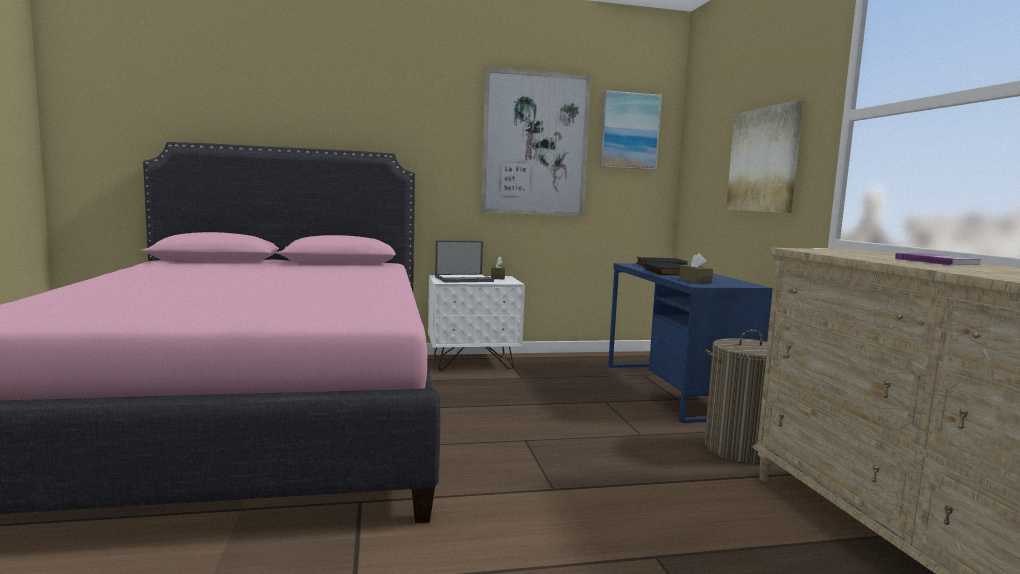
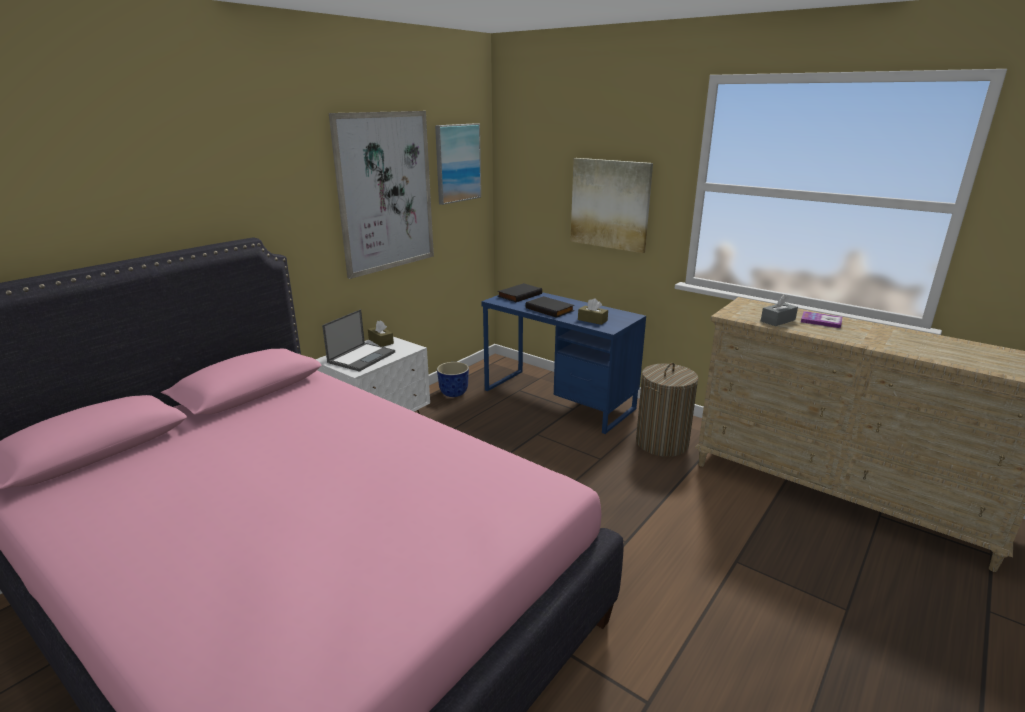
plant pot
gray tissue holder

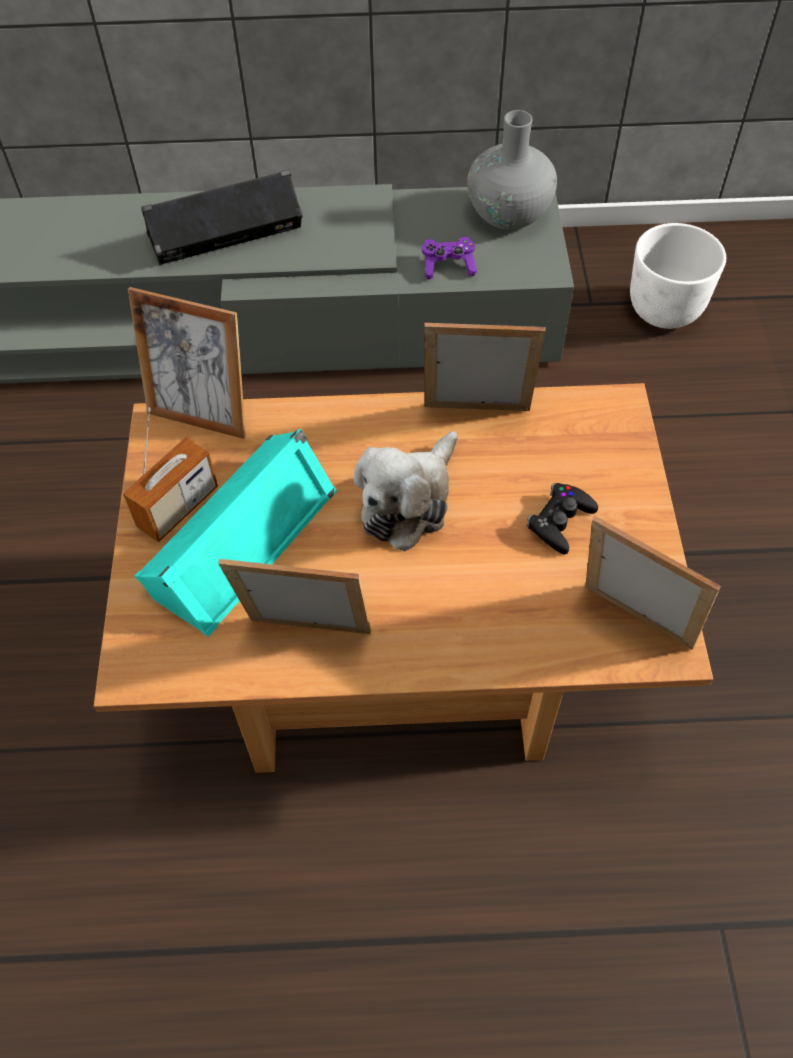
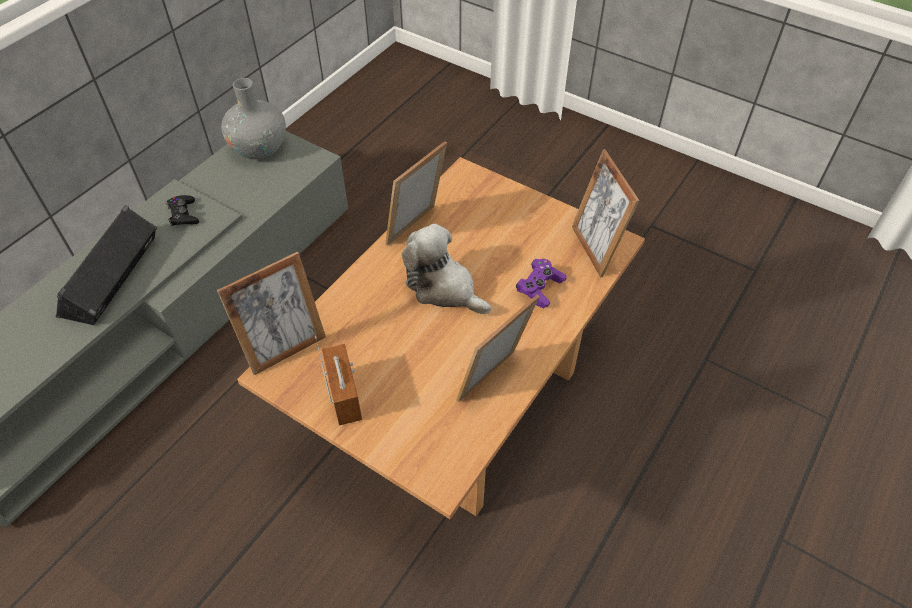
turquoise loudspeaker
whitish plant pot
purple-coloured gamepad
black-coloured gamepad
soft toy
standing frame (4th from left)

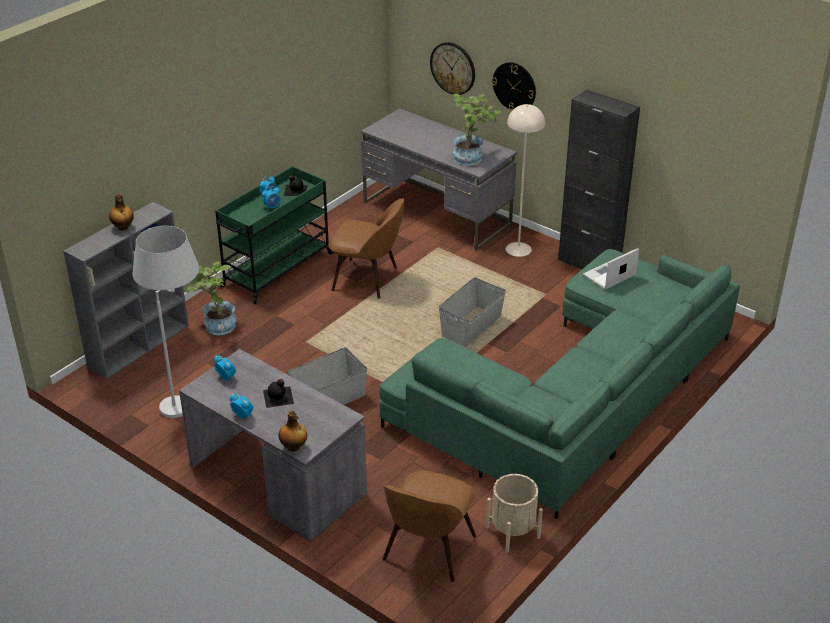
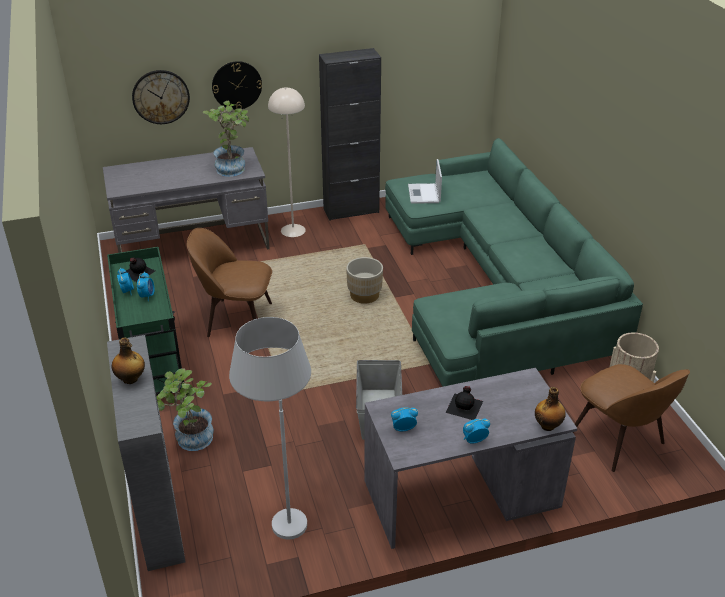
beige plant pot (1st from left)
brownish plain chair (1st from left)

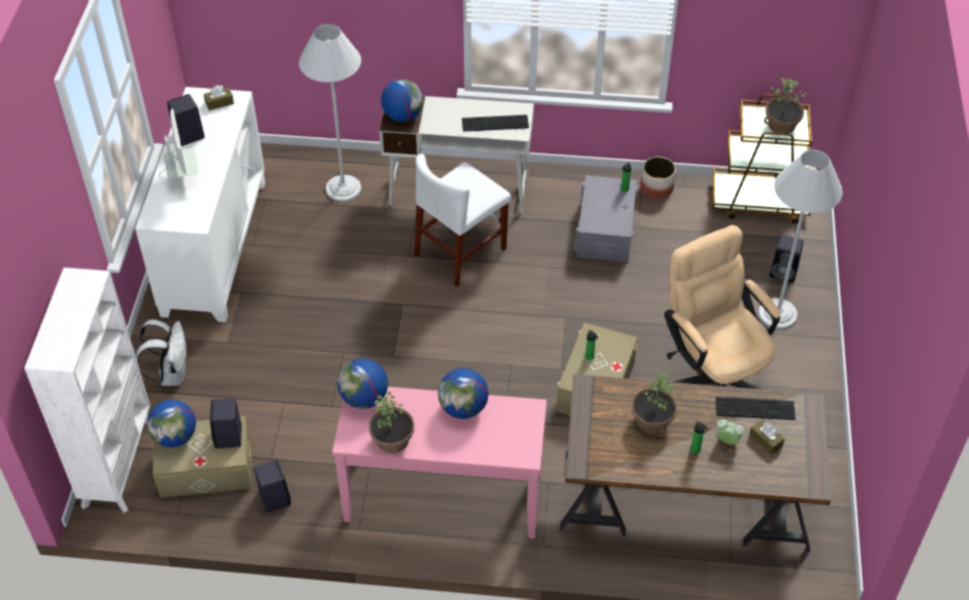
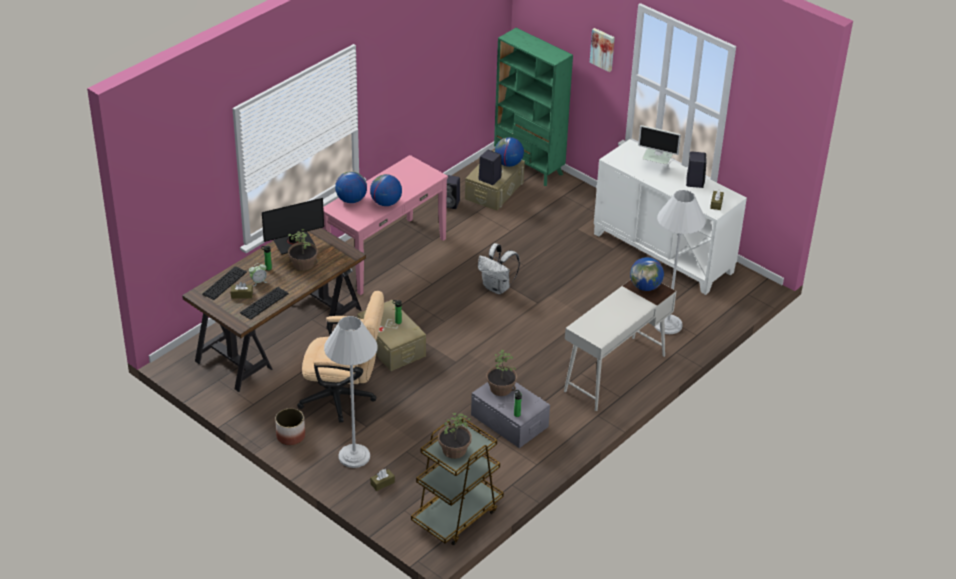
whitish plain chair
computer display (1st from left)
wall art
whitish rucksack
world globe (1st from left)
potted plant (3rd from left)
keyboard (1st from left)
plant pot
brownish tissue holder (2nd from left)
greenish bookshelf

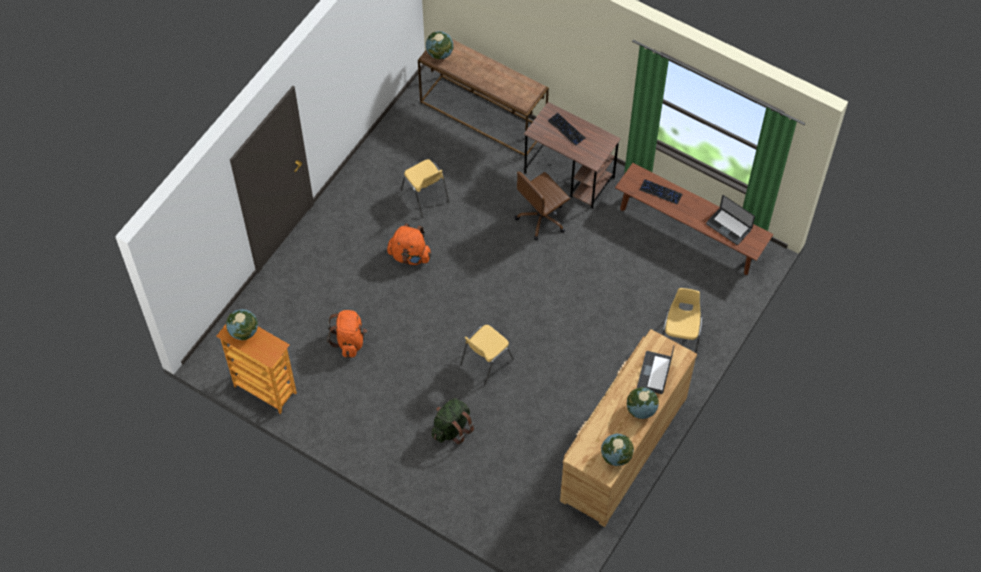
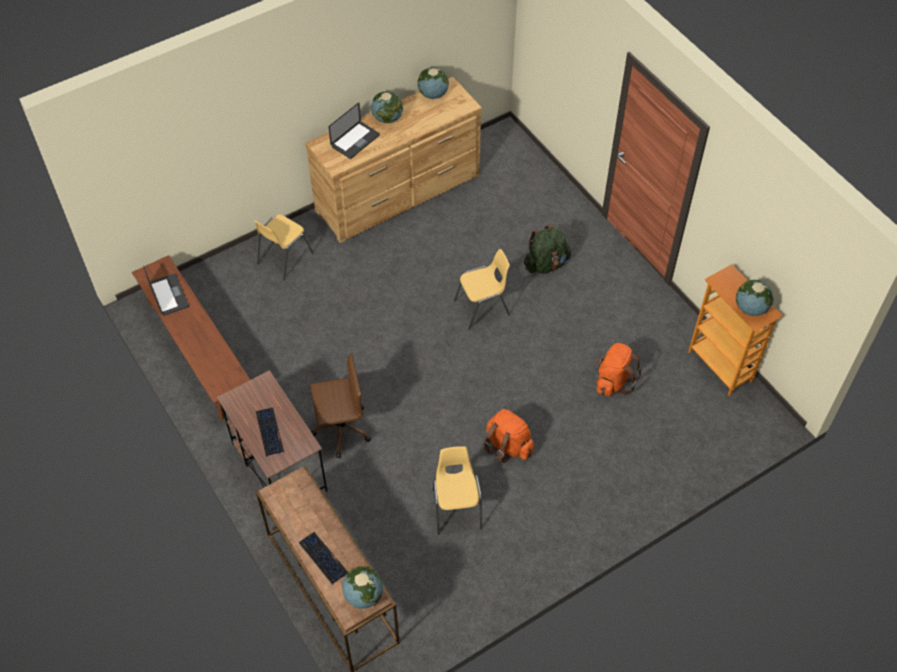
keyboard (2nd from left)

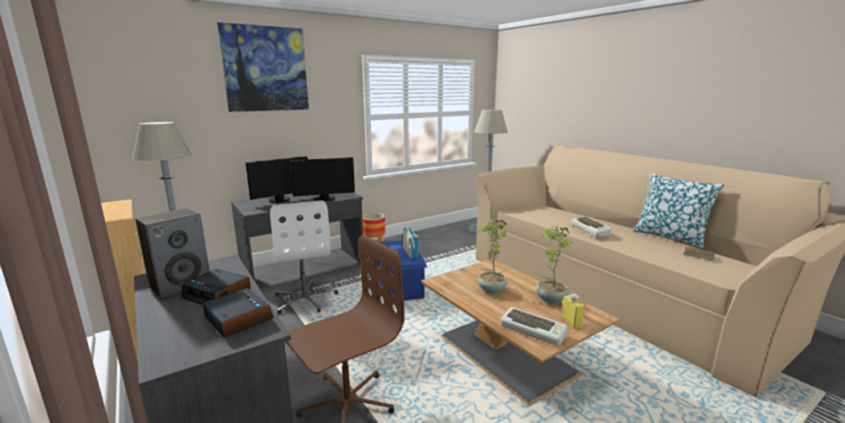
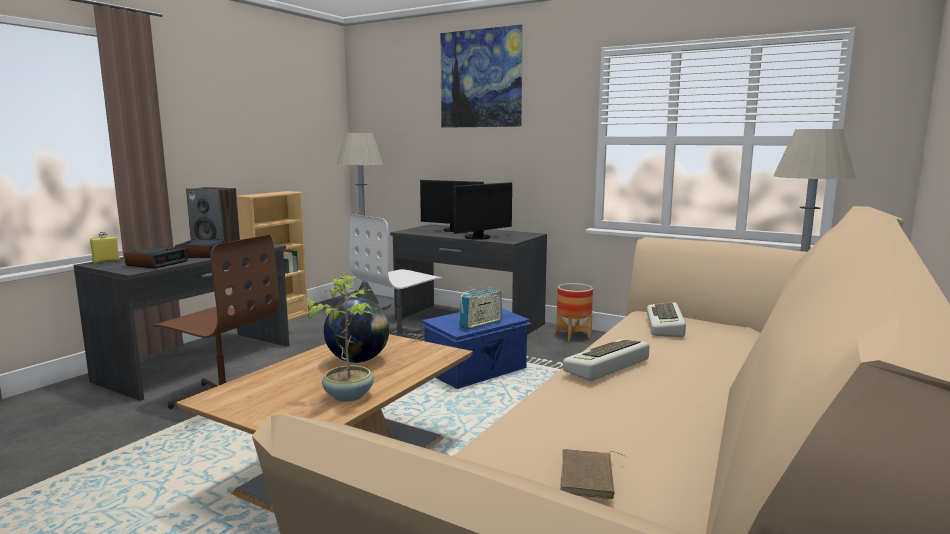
throw pillow
keyboard (2nd from left)
yellow-coloured beverage bottle
world globe
computer display (2nd from left)

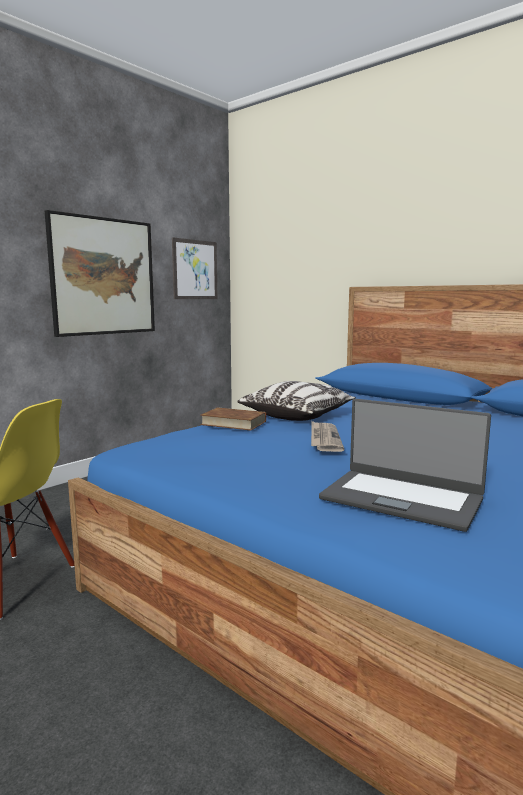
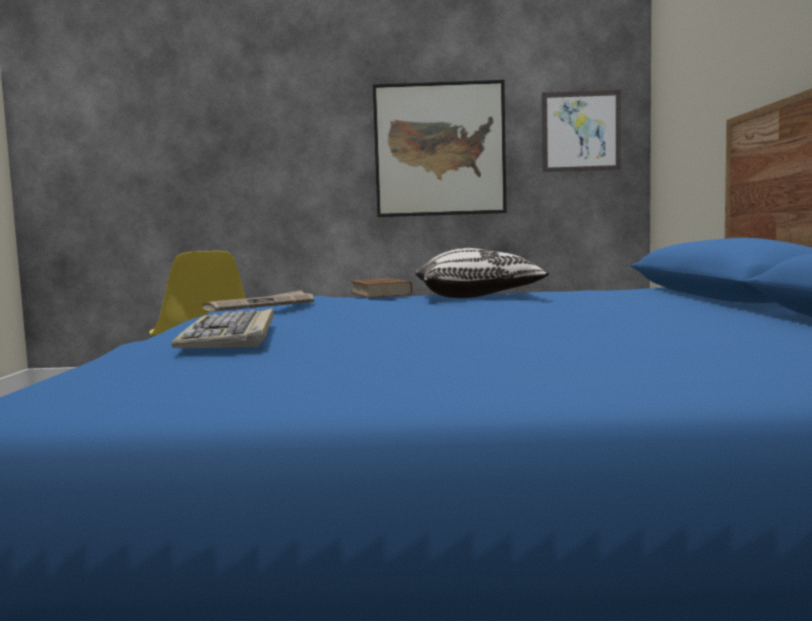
daily paper
keyboard

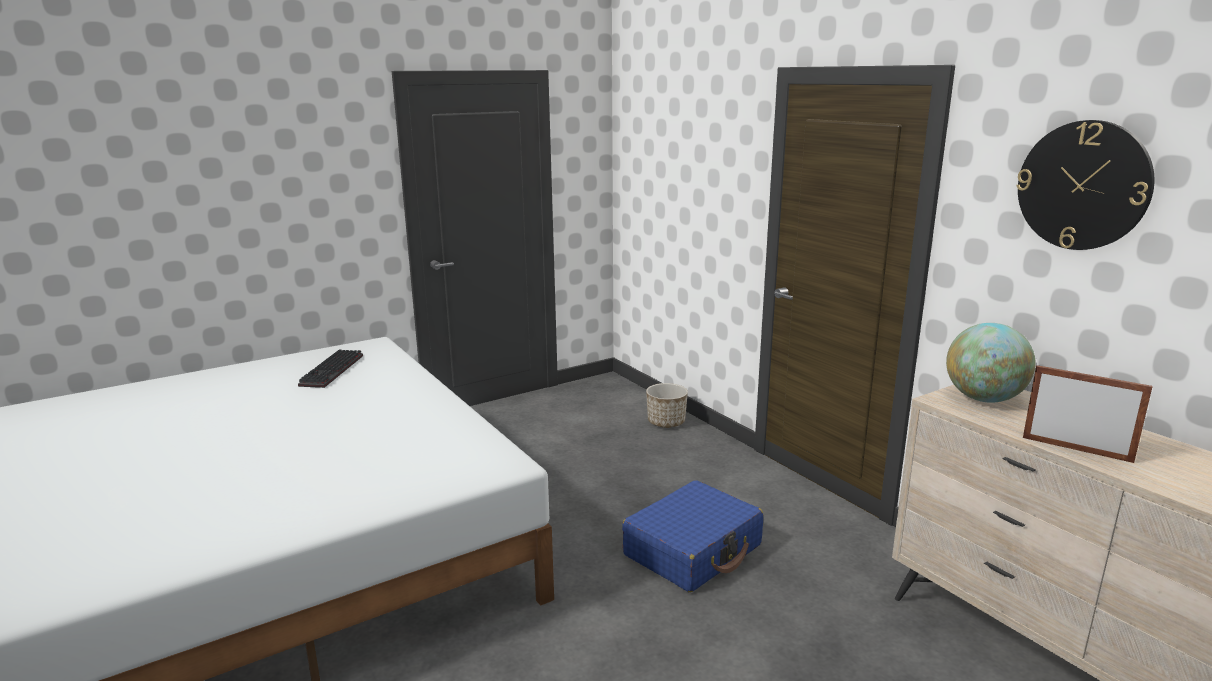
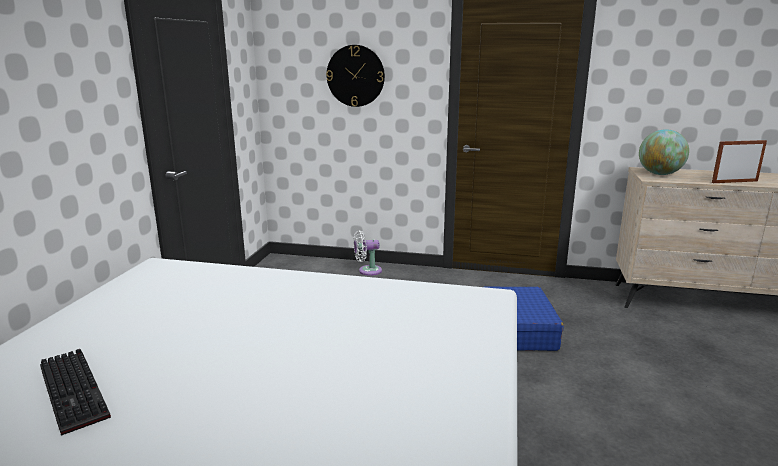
keyboard
clock on the wall
whitish fan

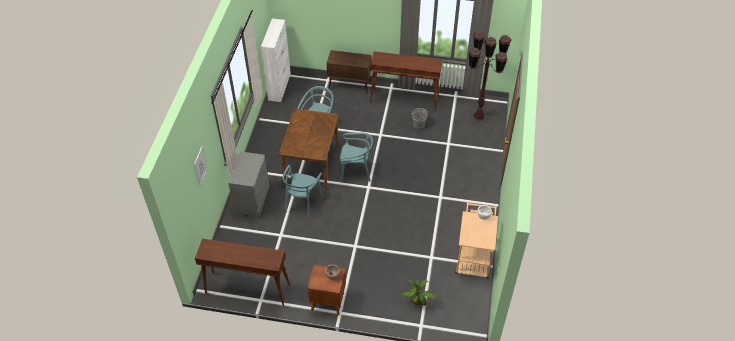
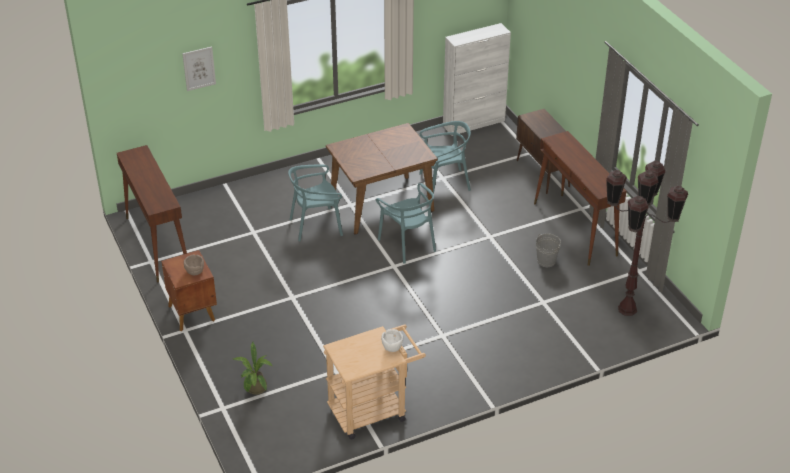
gray drawer chest

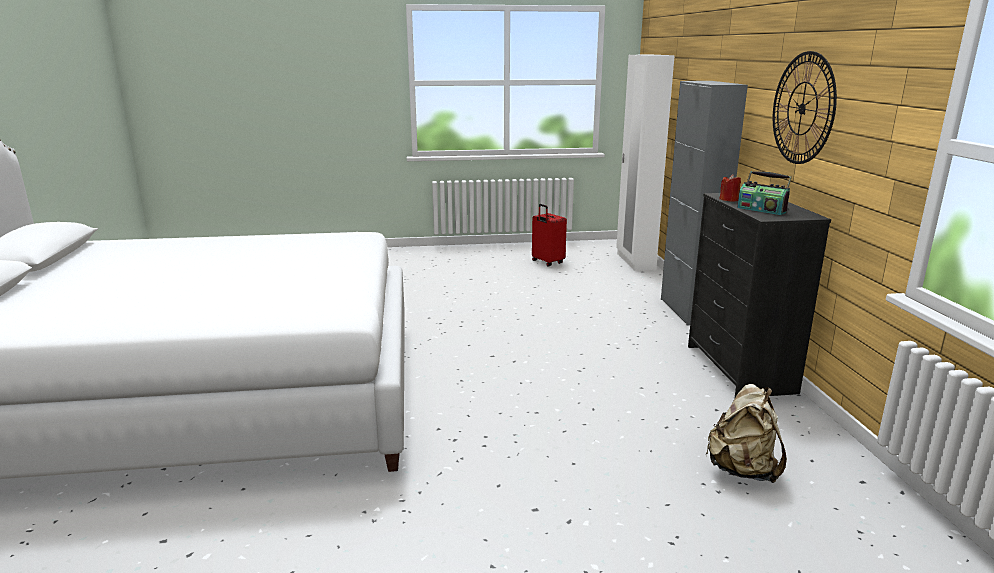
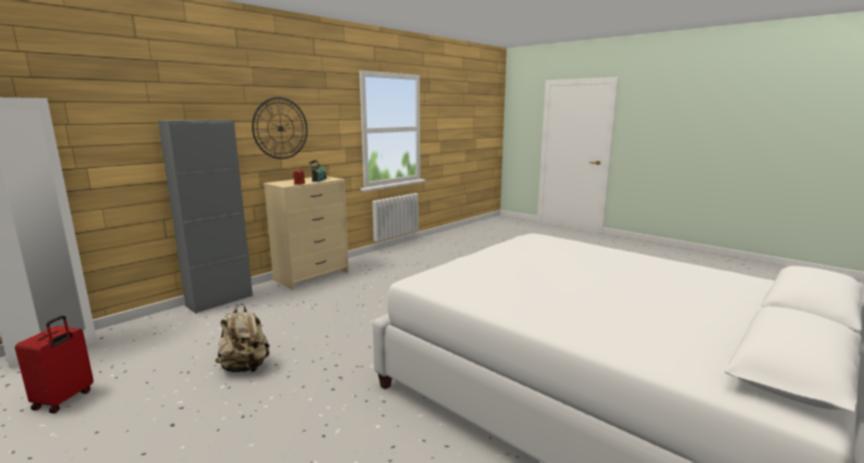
beige rucksack
beige drawer chest

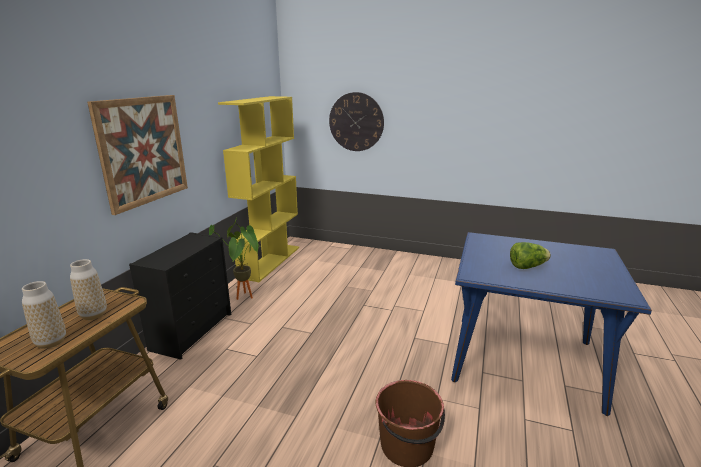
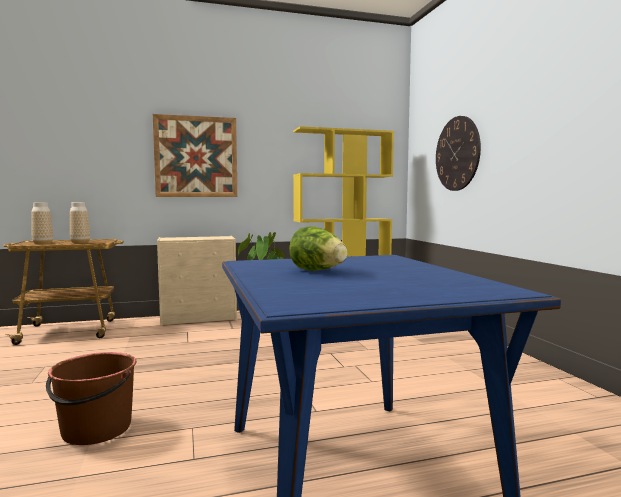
beige drawer chest

